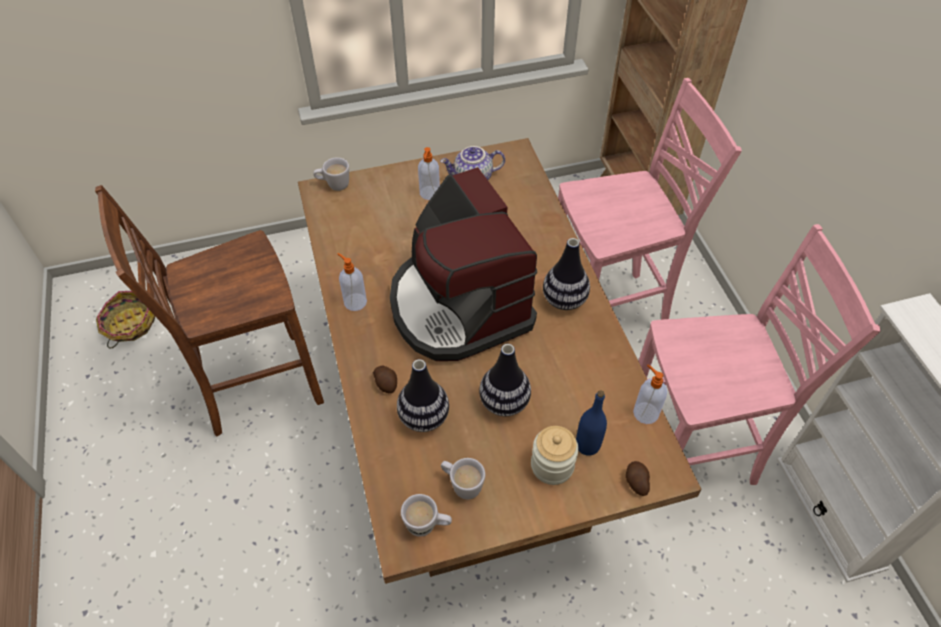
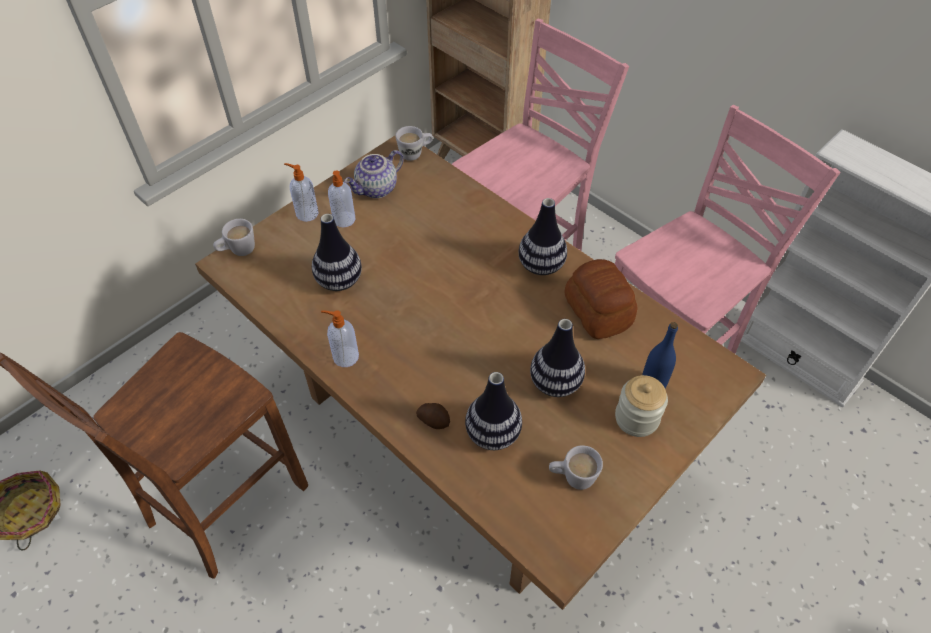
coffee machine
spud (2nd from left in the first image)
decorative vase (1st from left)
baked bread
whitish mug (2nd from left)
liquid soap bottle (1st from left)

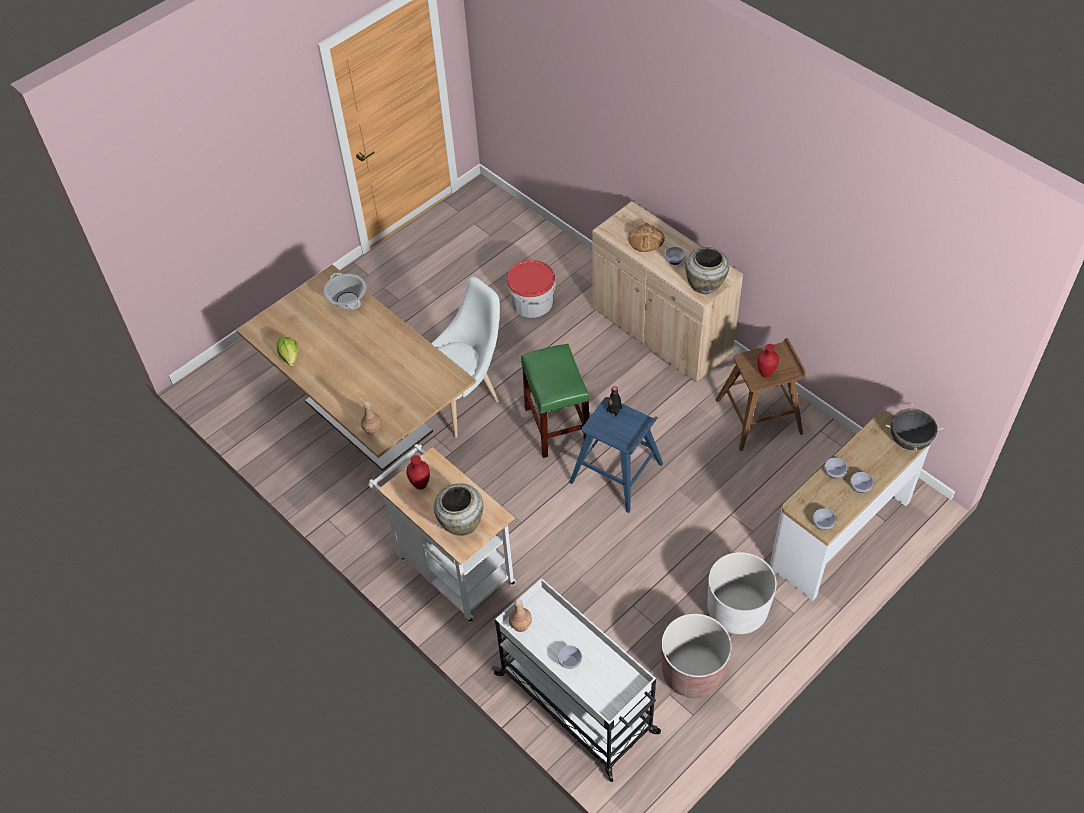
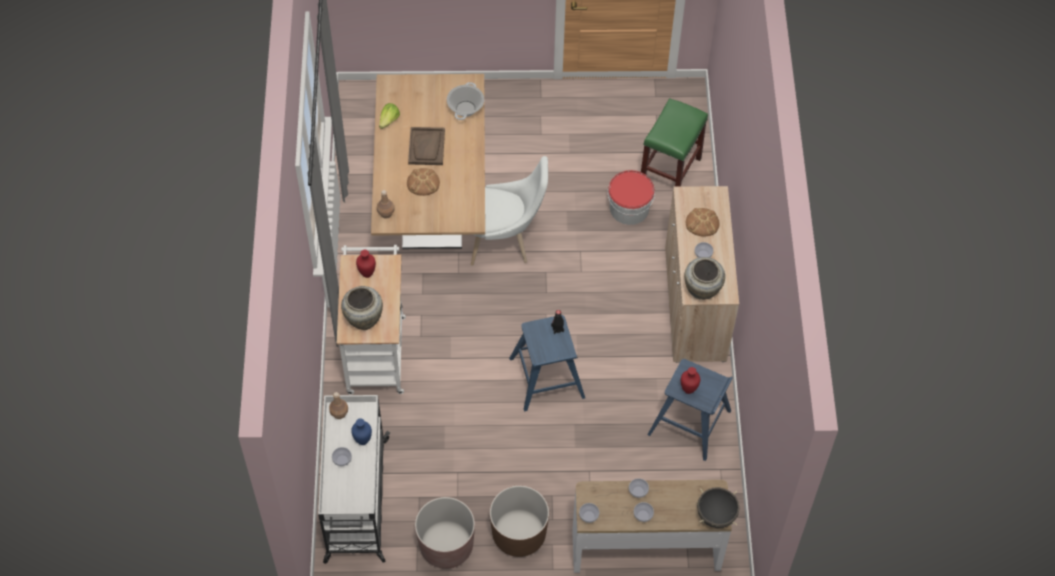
blue decorative vase
baked bread (1st from left)
brownish tray
greenish sitting stool
brownish plant pot (2nd from left)
blue sitting stool (2nd from left)

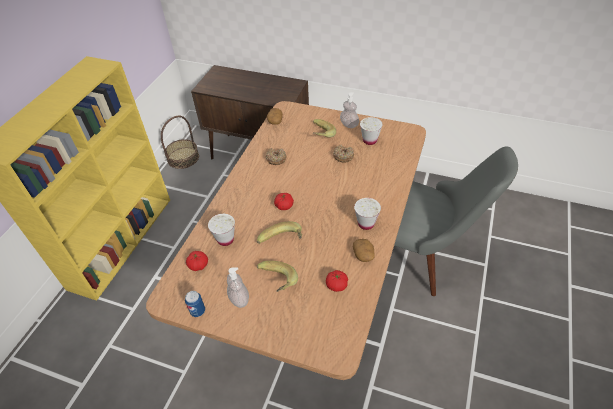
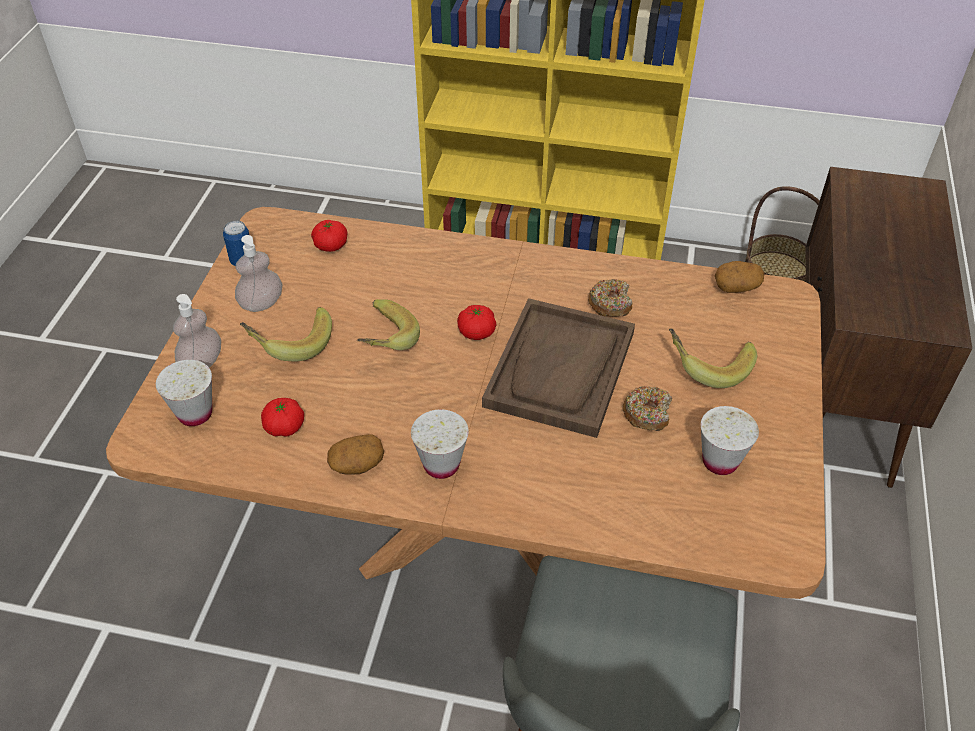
brownish tray
whitish drinking cup (1st from left)
liquid soap bottle (1st from left)

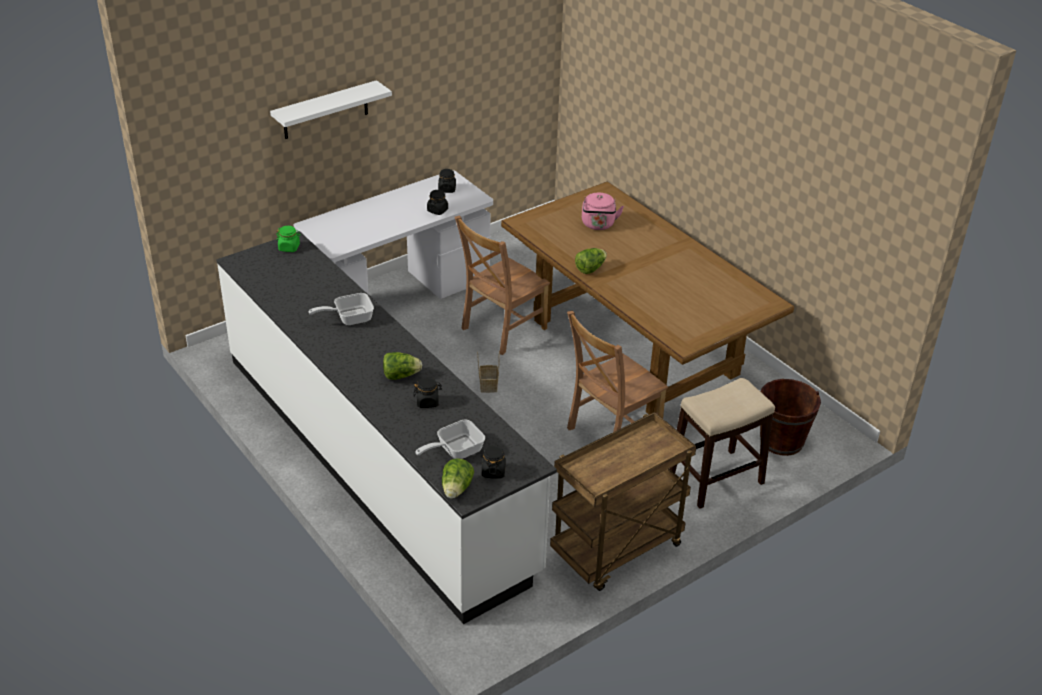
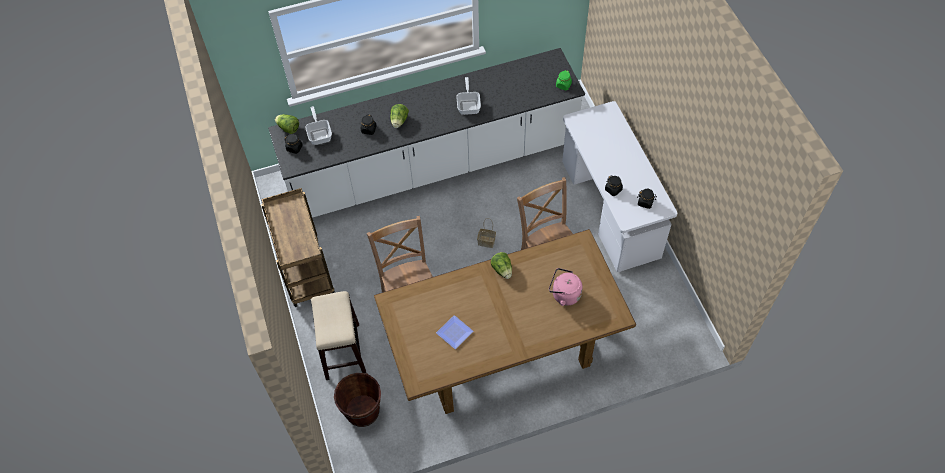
whitish bracket shelf
dinner plate

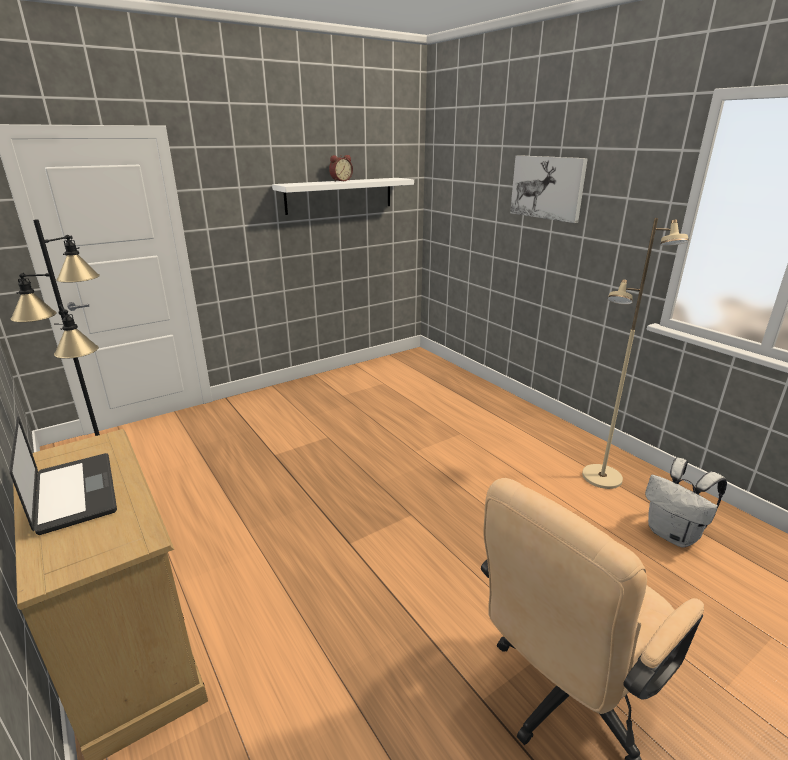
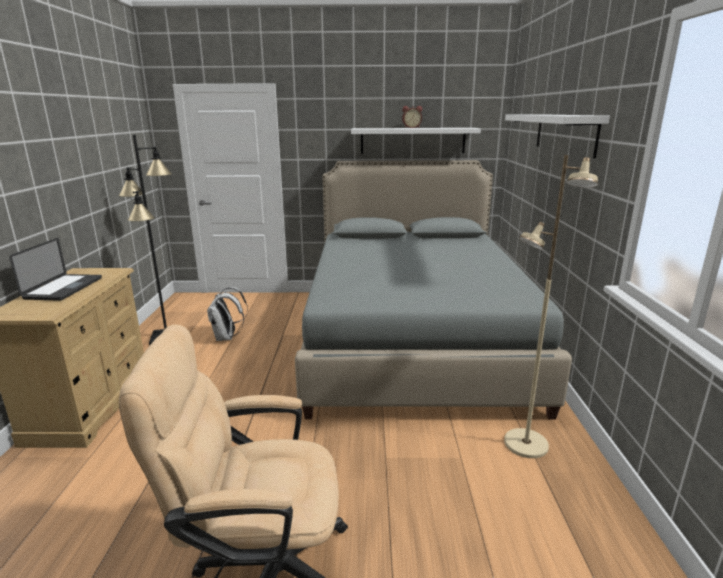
gray bed
whitish rucksack
whitish bracket shelf (2nd from left)

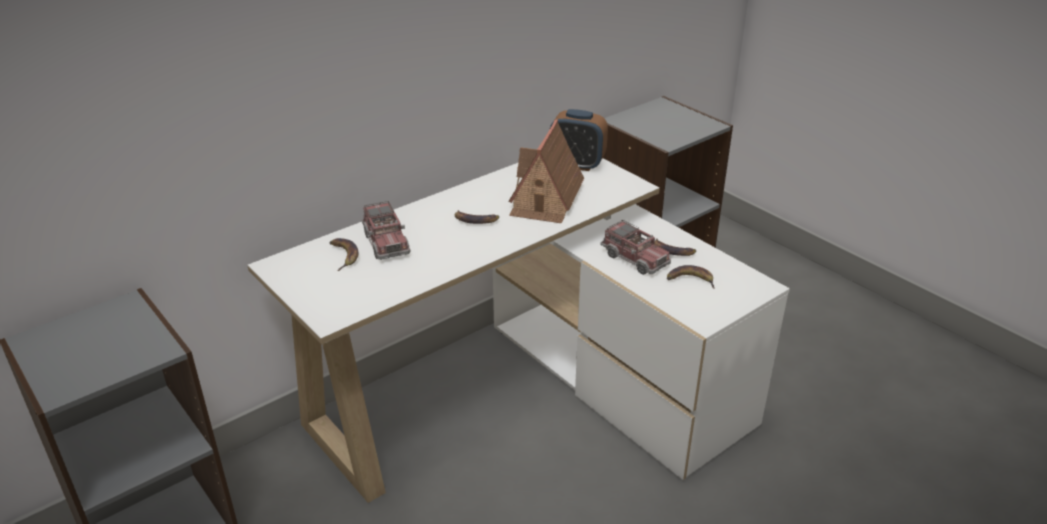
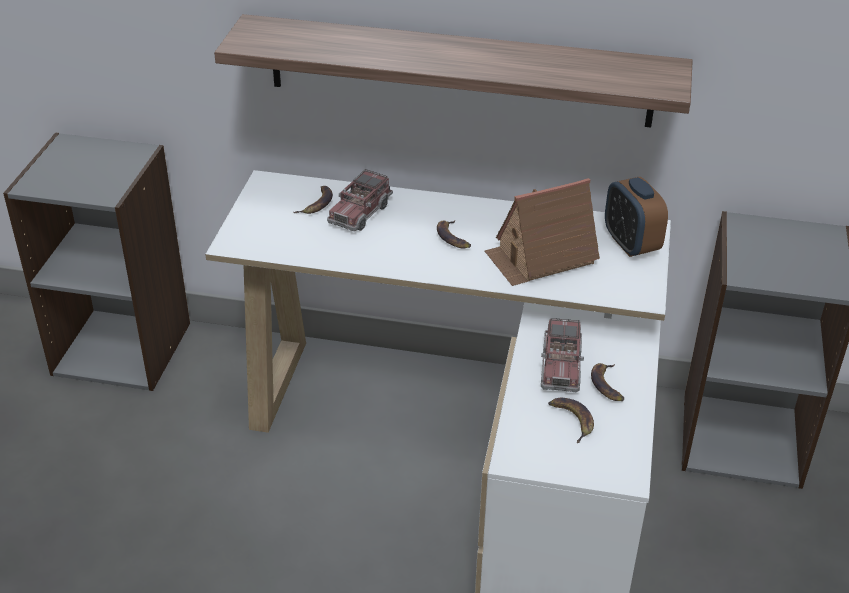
bracket shelf

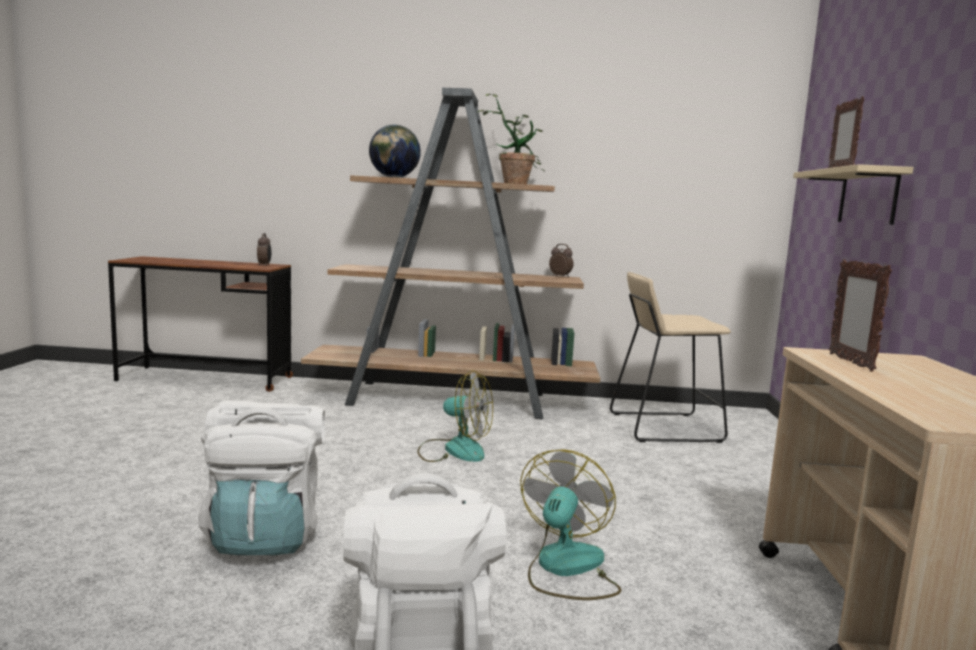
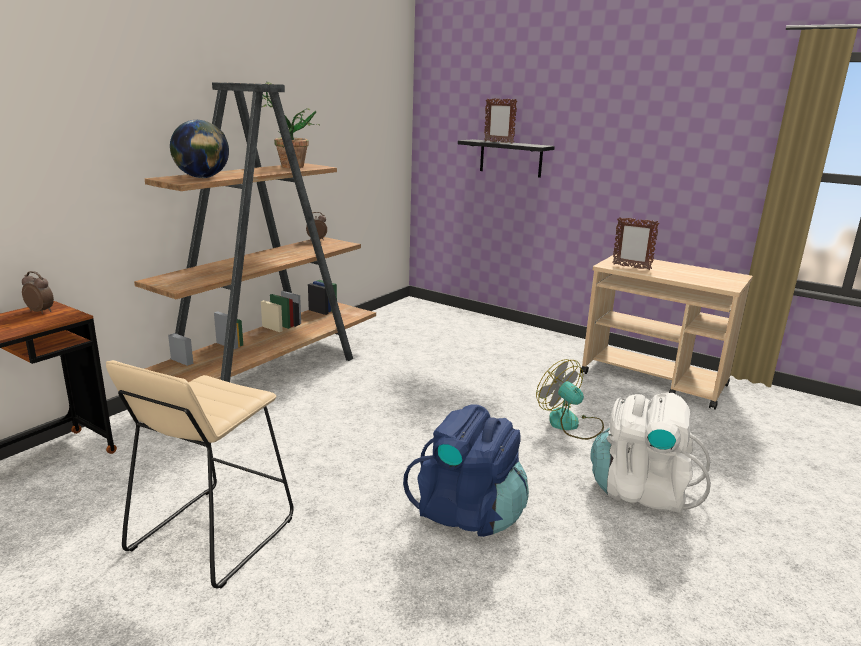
fan (1st from left in the first image)
beige sitting stool
blue rucksack
black-coloured bracket shelf

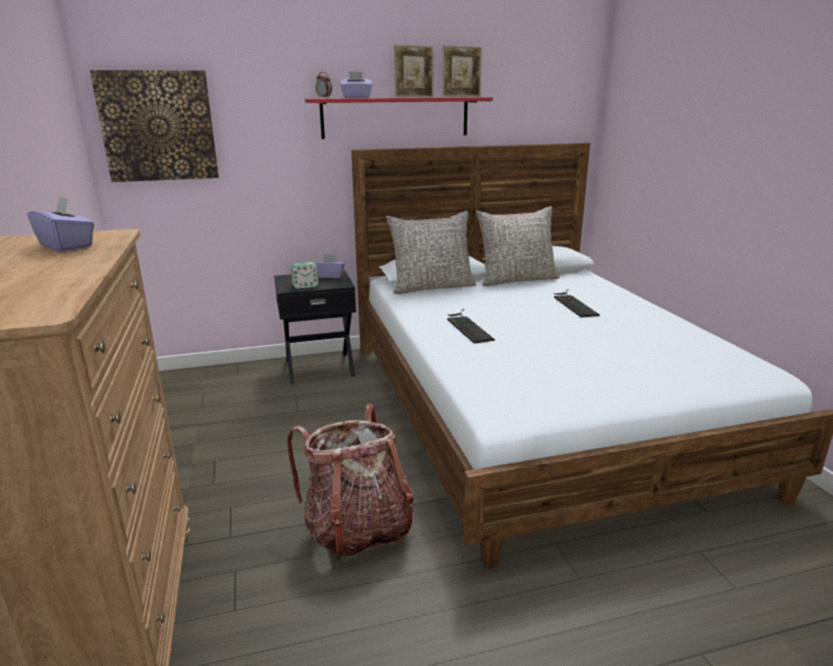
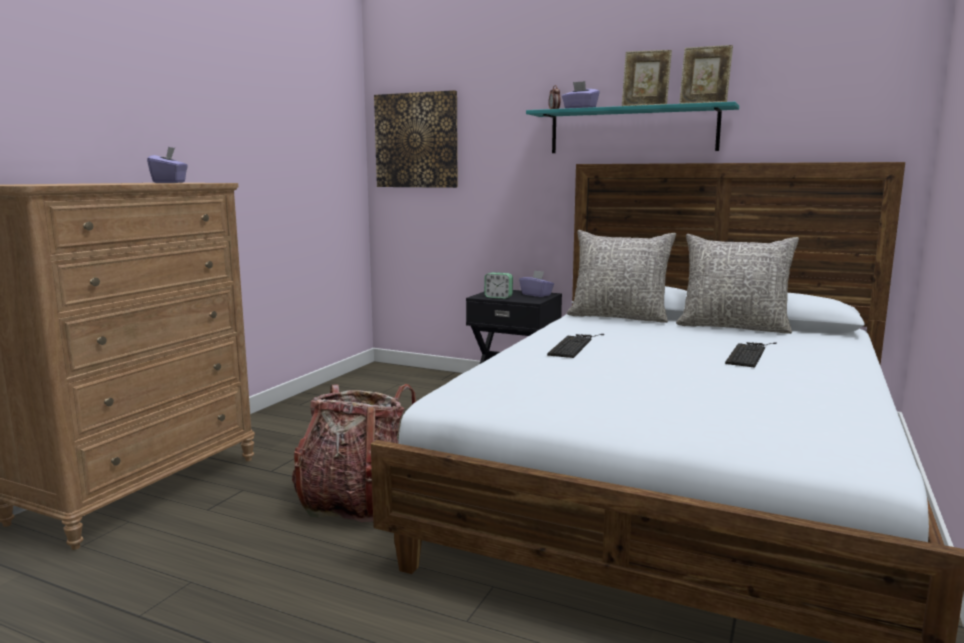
turquoise bracket shelf

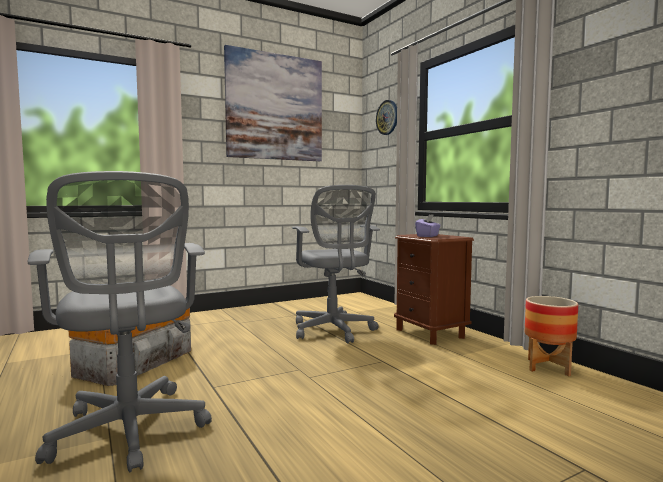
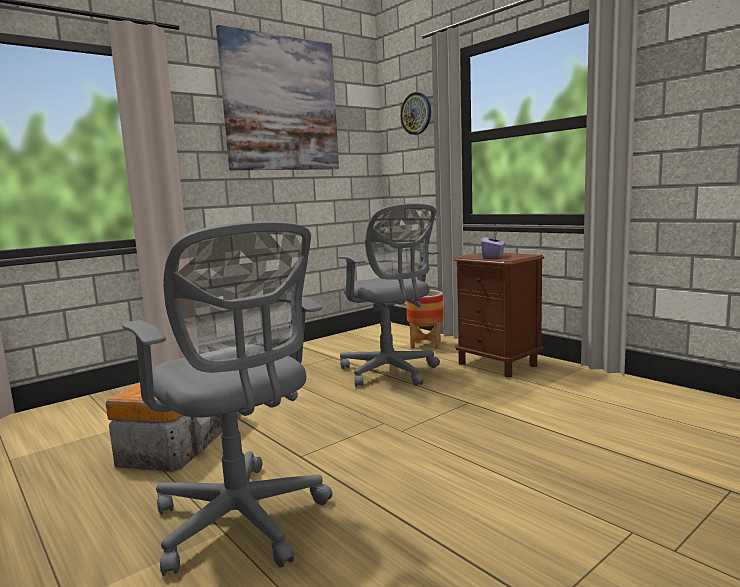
plant pot

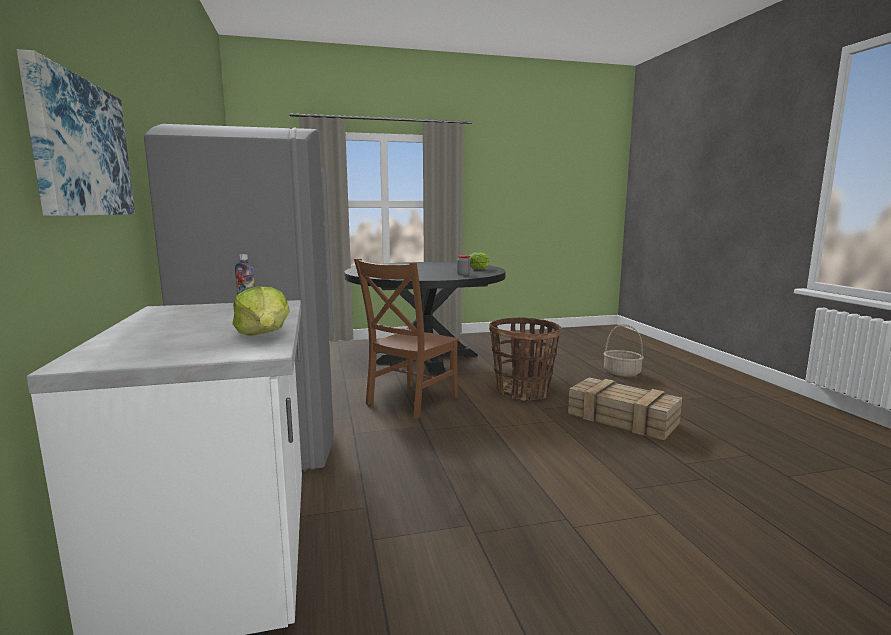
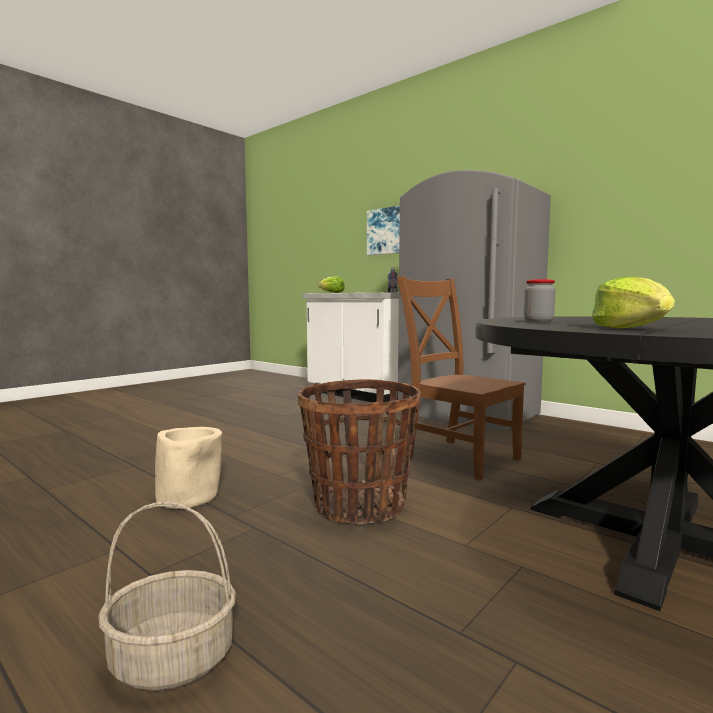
beige plant pot
brownish plain chair

